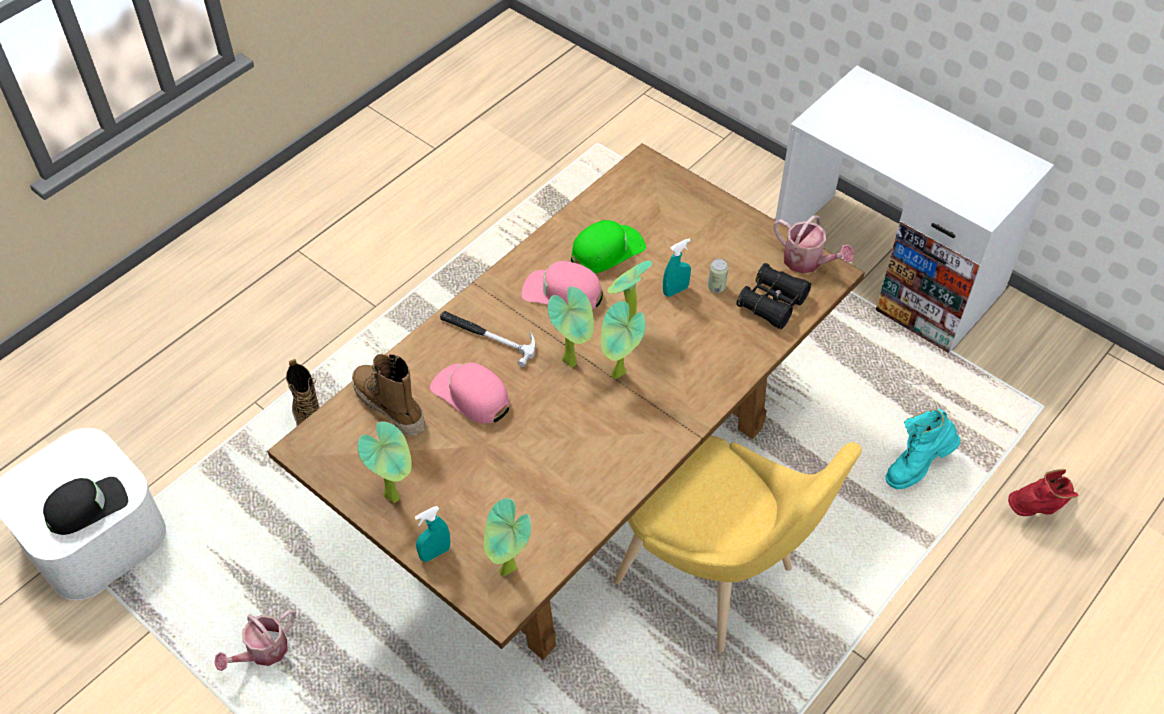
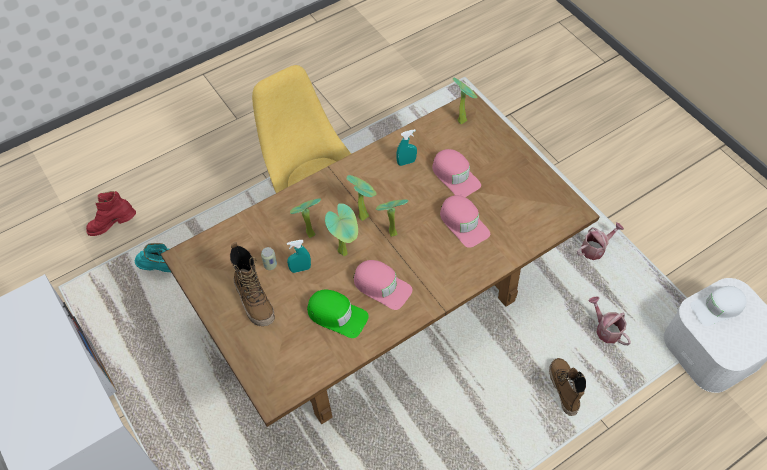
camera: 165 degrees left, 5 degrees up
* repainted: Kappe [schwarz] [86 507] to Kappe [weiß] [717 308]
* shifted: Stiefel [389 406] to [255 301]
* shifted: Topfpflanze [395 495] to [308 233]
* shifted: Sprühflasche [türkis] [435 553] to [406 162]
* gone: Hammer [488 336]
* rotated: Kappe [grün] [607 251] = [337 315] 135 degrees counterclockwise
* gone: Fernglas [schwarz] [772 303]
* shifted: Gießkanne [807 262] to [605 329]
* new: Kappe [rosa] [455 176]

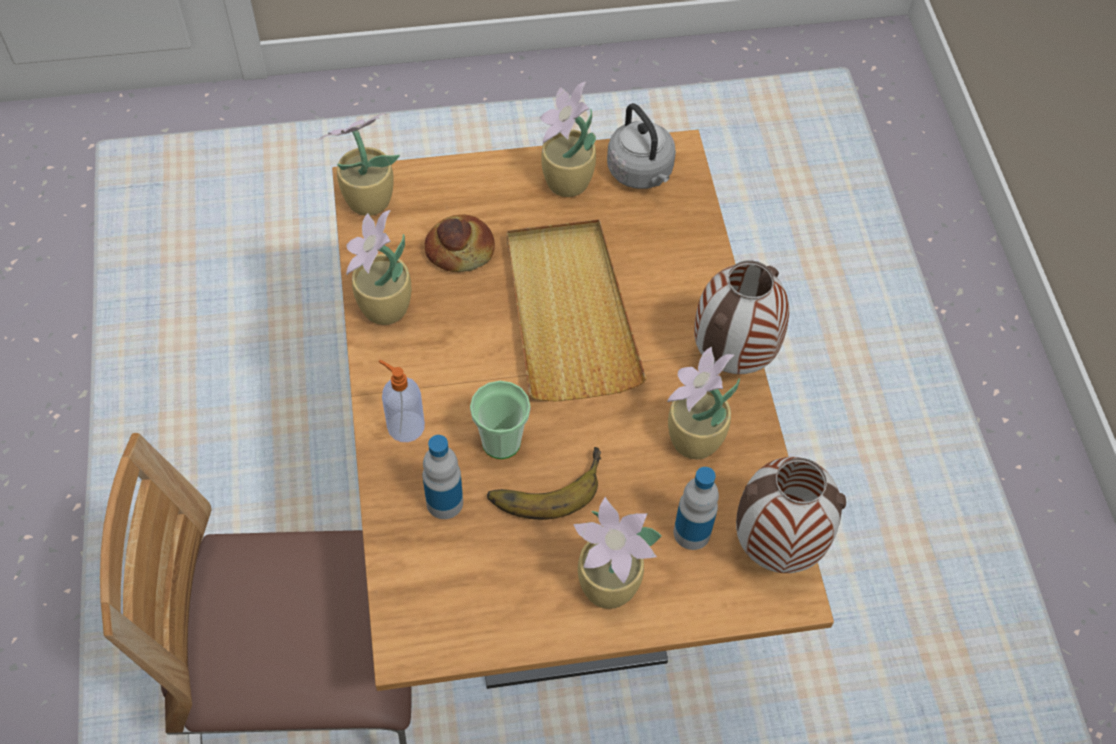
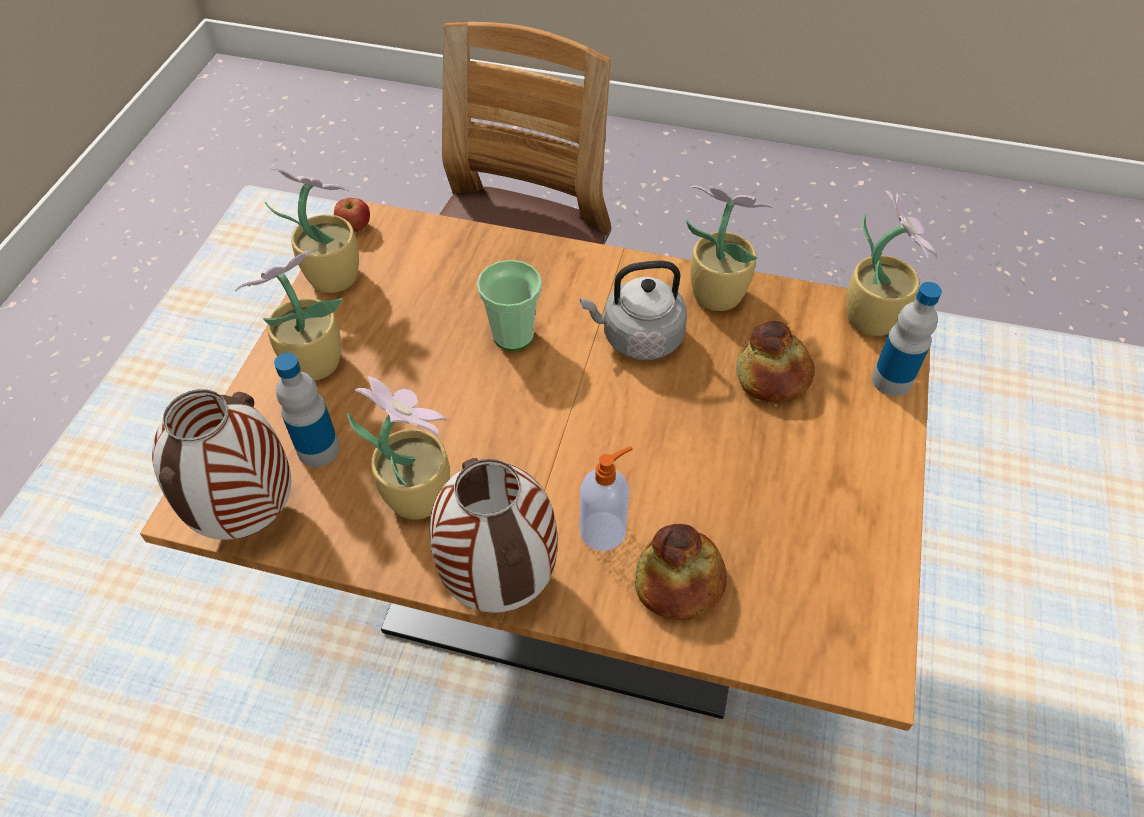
camera: 115 degrees right, 5 degrees down
* shifted: Seifenspender [404 426] to [604 530]
* shifted: Flasche [444 502] to [891 380]
* gone: Banane [544 483]
* gone: Tablett [beige] [569 312]
* shifted: Topfpflanze [566 184] to [332 276]
* shifted: Wasserkessel [grau] [641 173] to [637 338]
* new: Apfel [355 227]
* new: Brot [680 582]

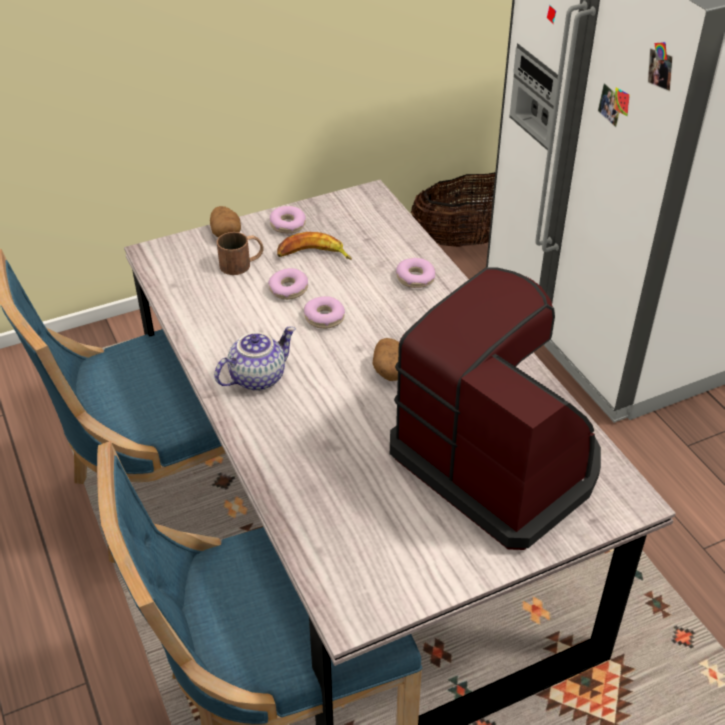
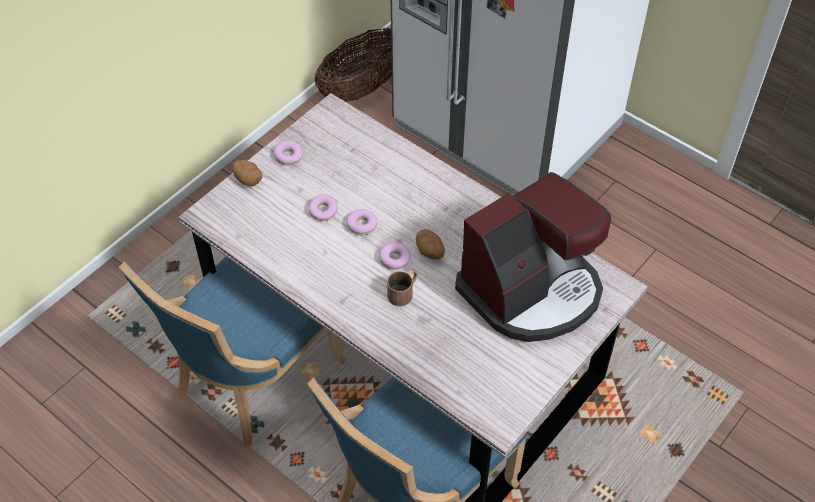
camera: 25 degrees left, 10 degrees up
* gone: Teekanne [257 377]
* shifted: Henkelbecher [braun] [242 263] to [404 291]
* gone: Banane [313 255]
* rotated: Kaffeemaschine [499 461] = [532 291] 120 degrees clockwise
* shifted: Donut [415 278] to [394 259]

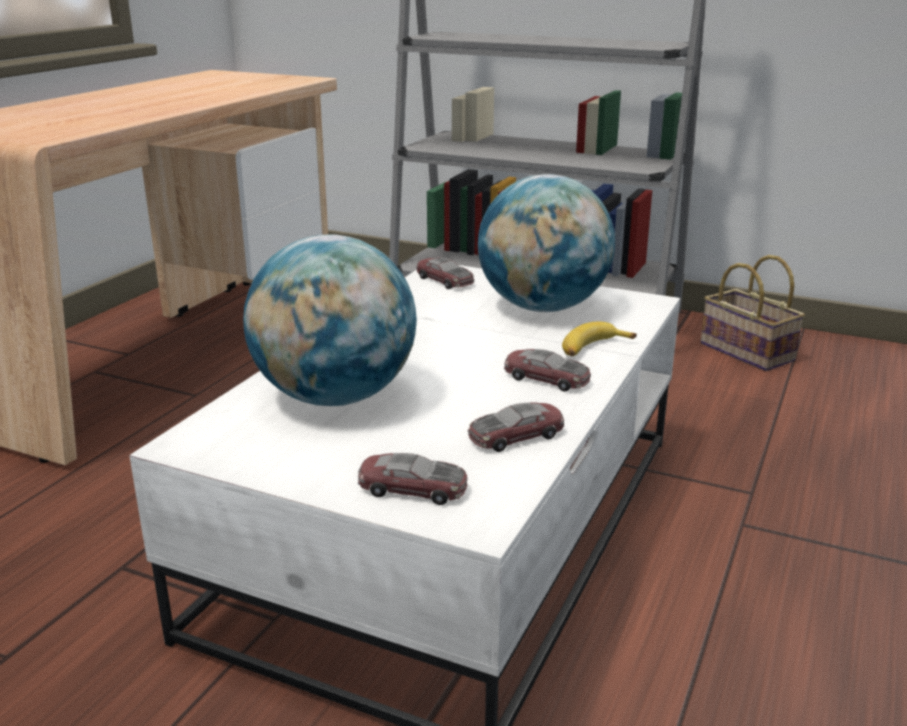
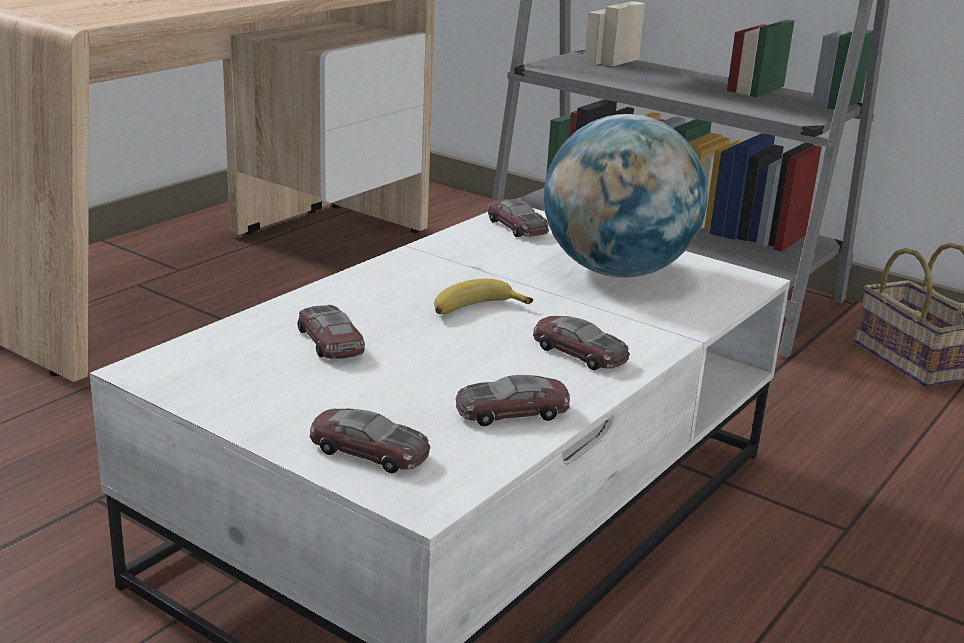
camera: 10 degrees right, 0 degrees up
* swapped: Globus [334 397] to Spielzeugauto [331 341]
* shifted: Banane [592 349] to [475 310]

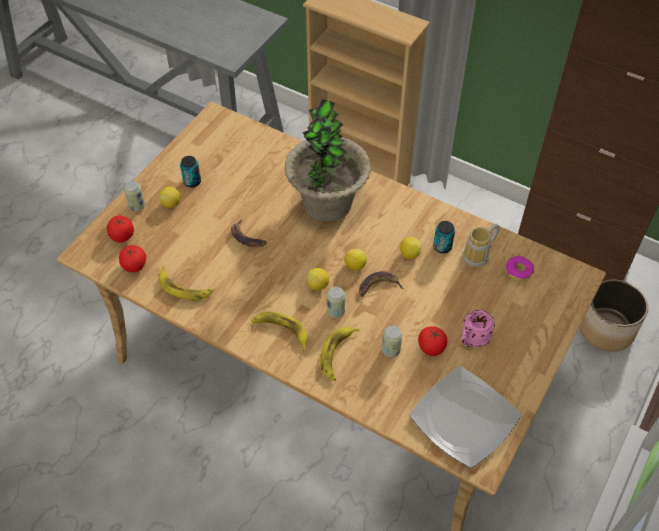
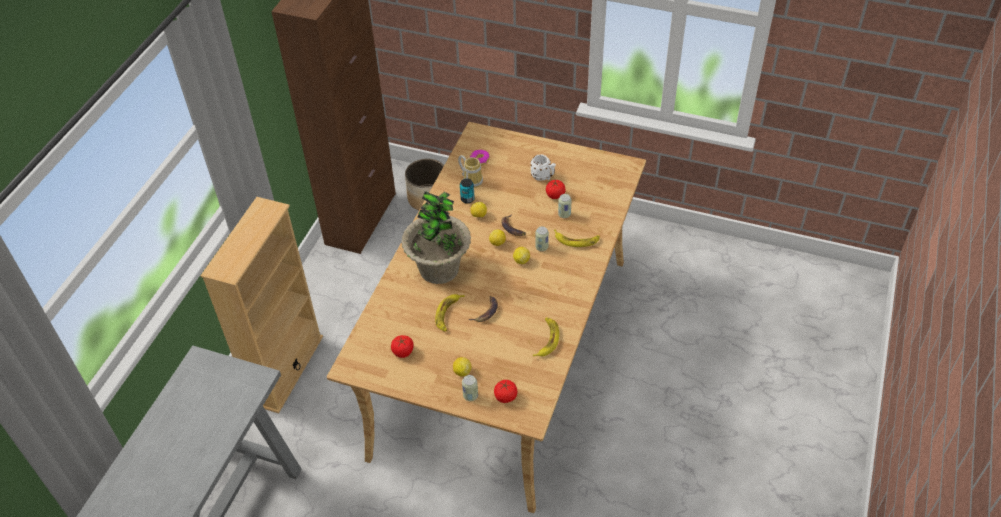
camera: 100 degrees left, 5 degrees down
* shifted: Tomate [134 265] to [403 352]
* gone: Dose [192 182]
* shifted: Banane [281 331] to [448 314]
* gone: Teller [465 418]
* repainted: Henkelbecher [rosa] [472 340] to Henkelbecher [weiß] [543 177]

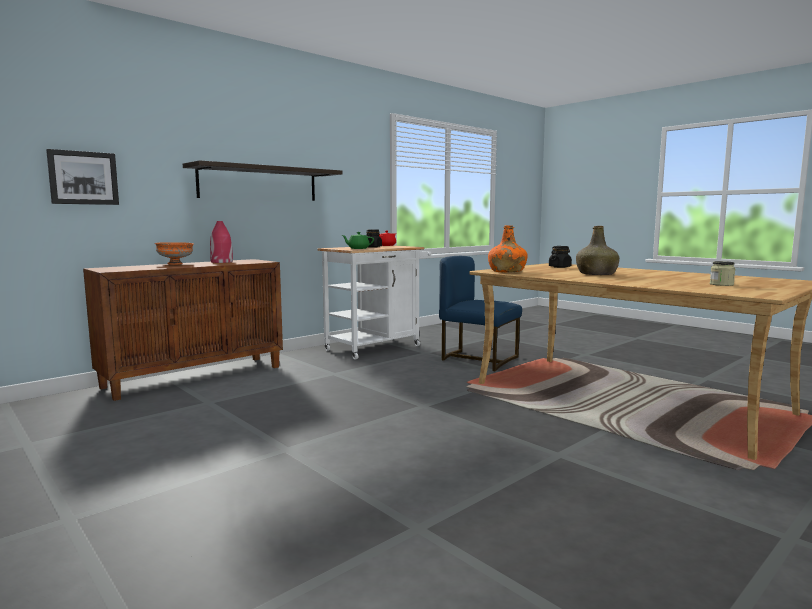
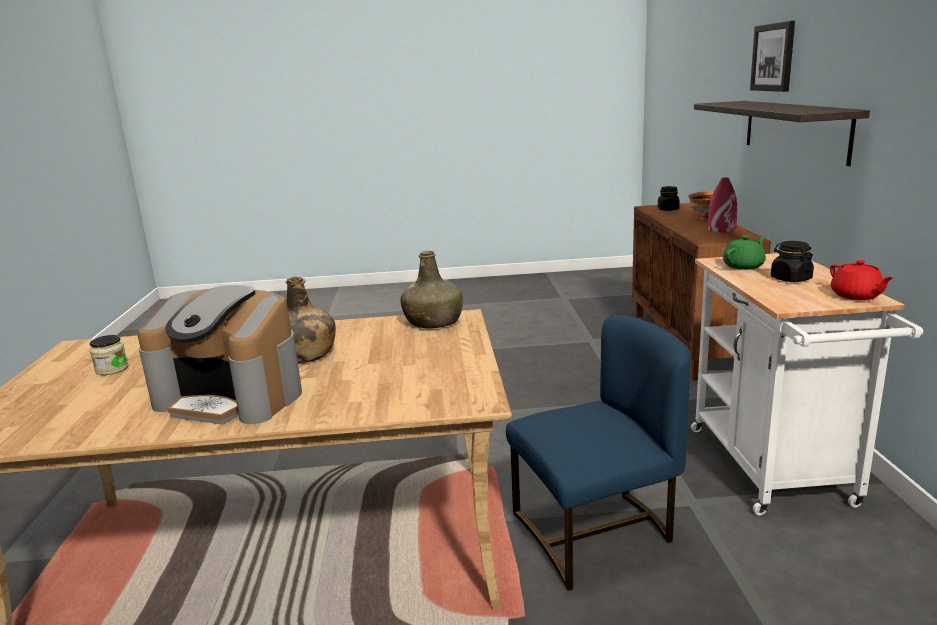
camera: 130 degrees right, 10 degrees up
* shifted: Bild [83 178] to [773 57]
* repainted: Flasche [orange] [506 271] to Flasche [grün] [433 322]
* shifted: Vorratsglas [schwarz] [559 267] to [668 209]
* new: Kaffeemaschine [232 397]

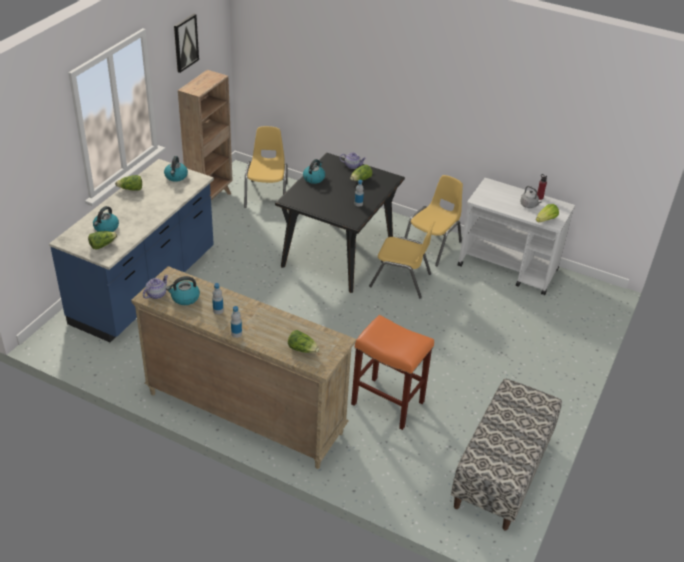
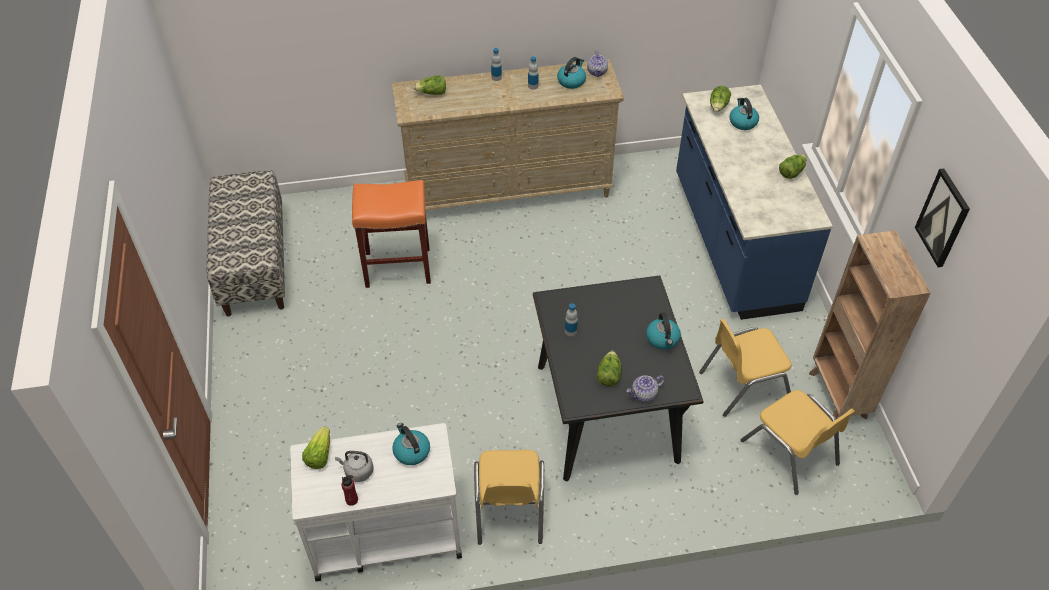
camera: 145 degrees right, 10 degrees up
* shifted: Wasserkessel [176 176] to [411 451]
* shifted: Stuhl [gelb] [400 280] to [743 384]

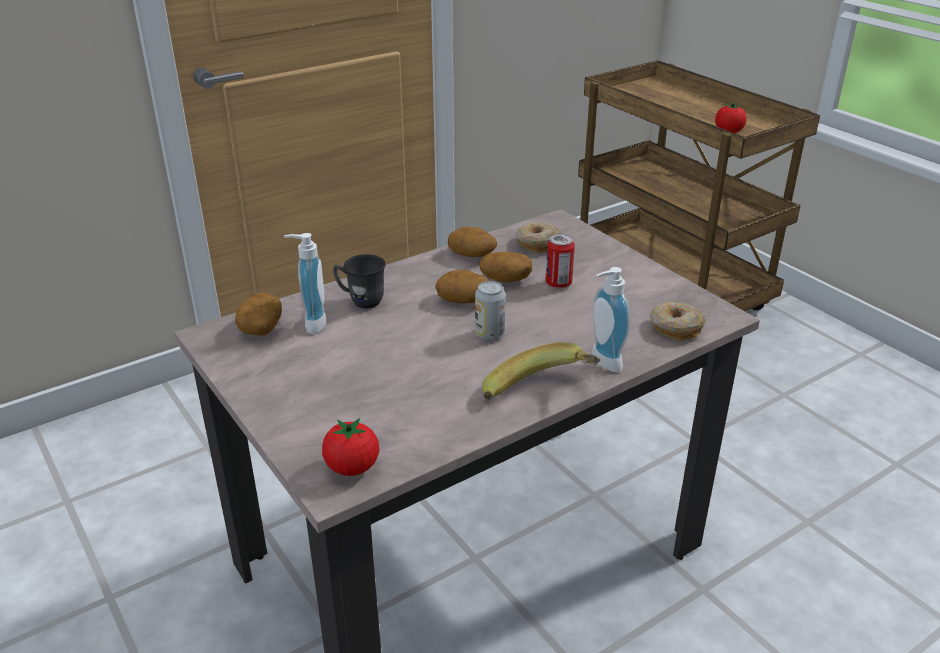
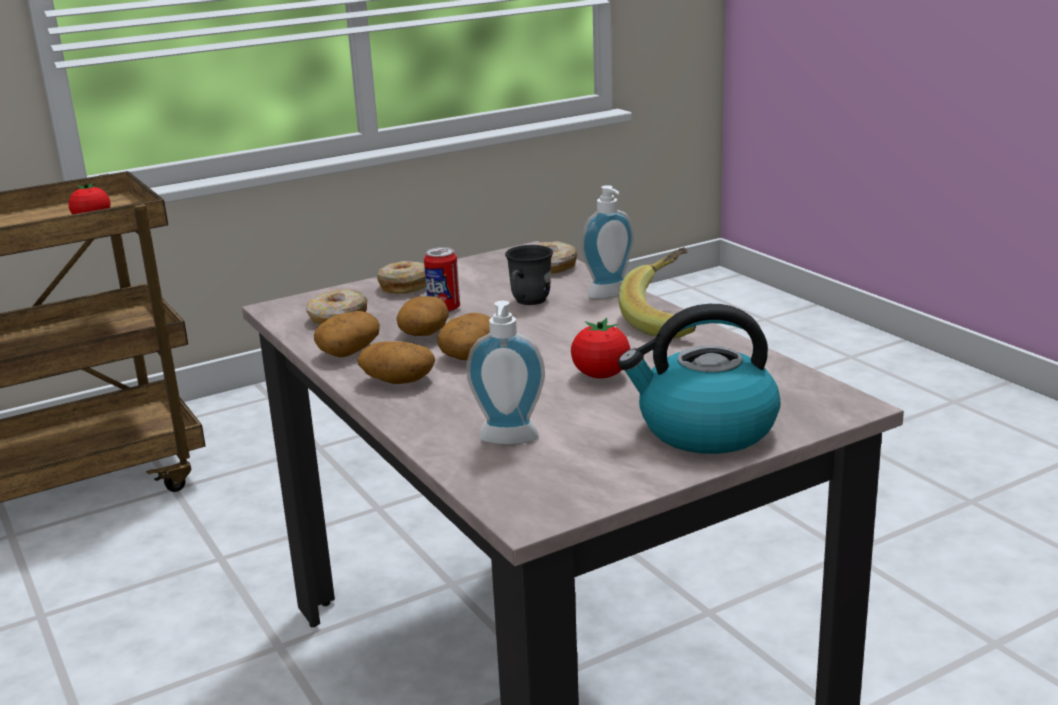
camera: 85 degrees left, 10 degrees down
* shifted: Kartoffel [260 327] to [397 380]
* shifted: Tomate [352 467] to [601 375]
* shifted: Henkelbecher [grau] [360 300] to [527 302]
* gone: Dose [489 334]
* new: Donut [404 286]
* new: Wasserkessel [705 429]

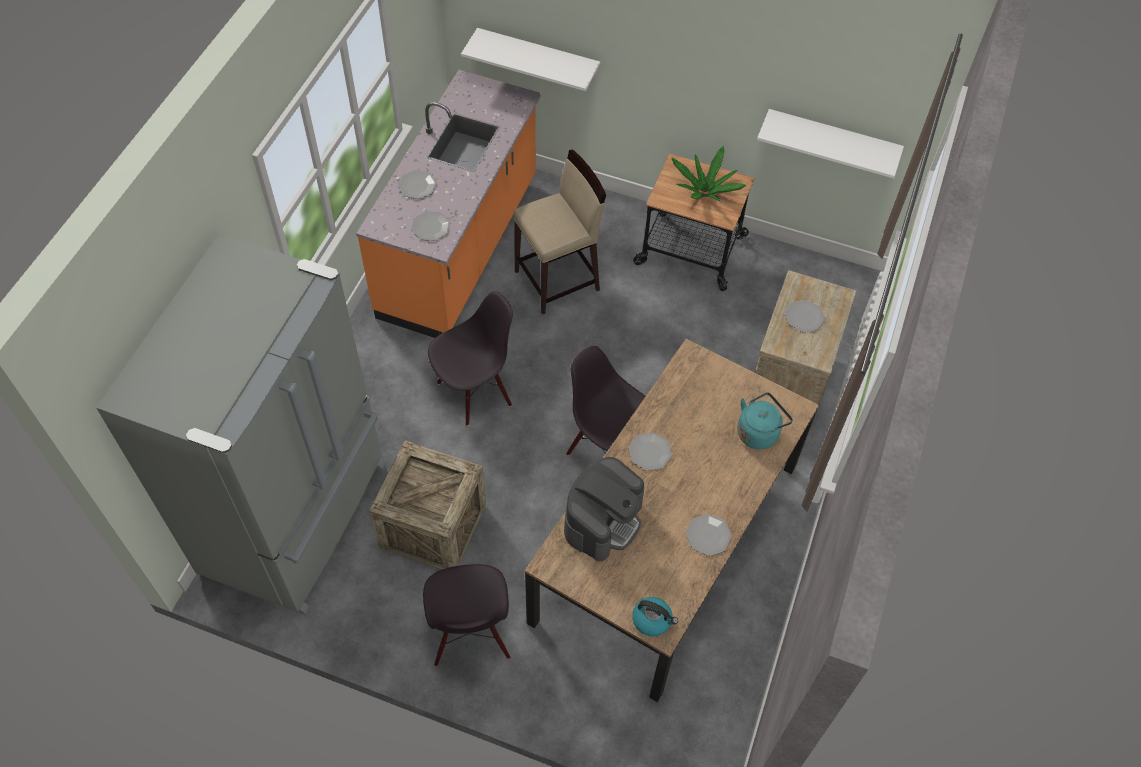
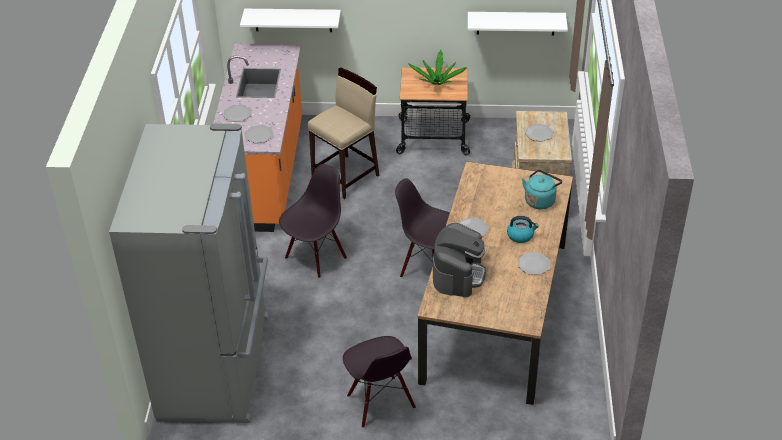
camera: 15 degrees left, 15 degrees down
* gone: Kiste [433 525]
* shifted: Wasserkessel [652 620] to [520 235]

